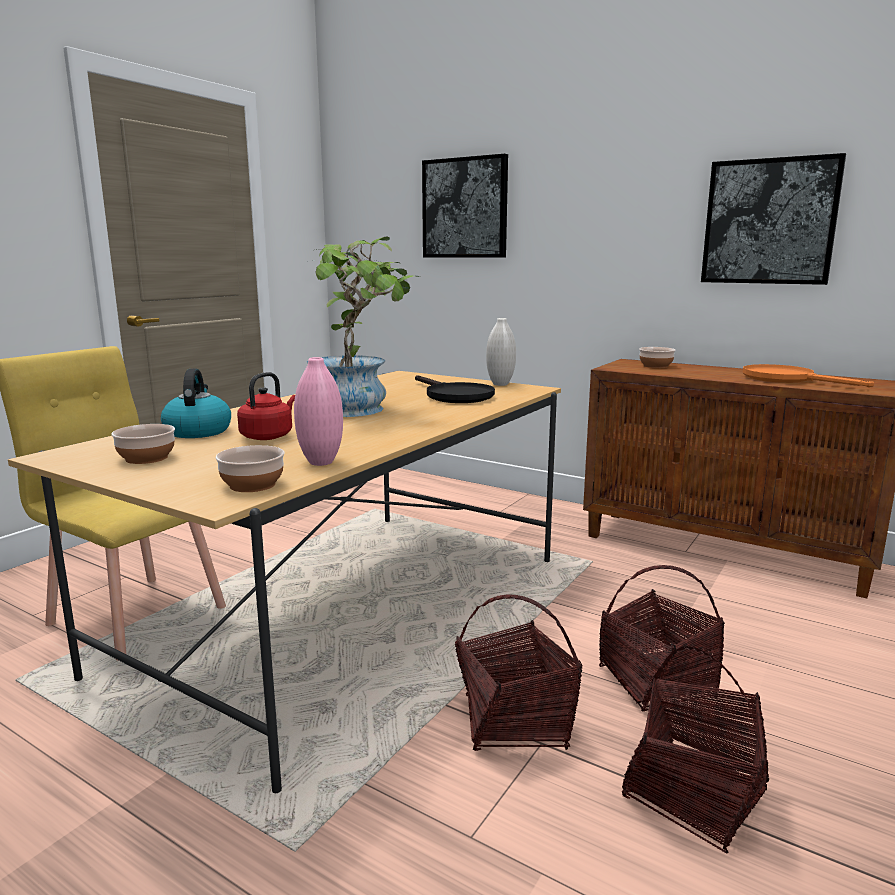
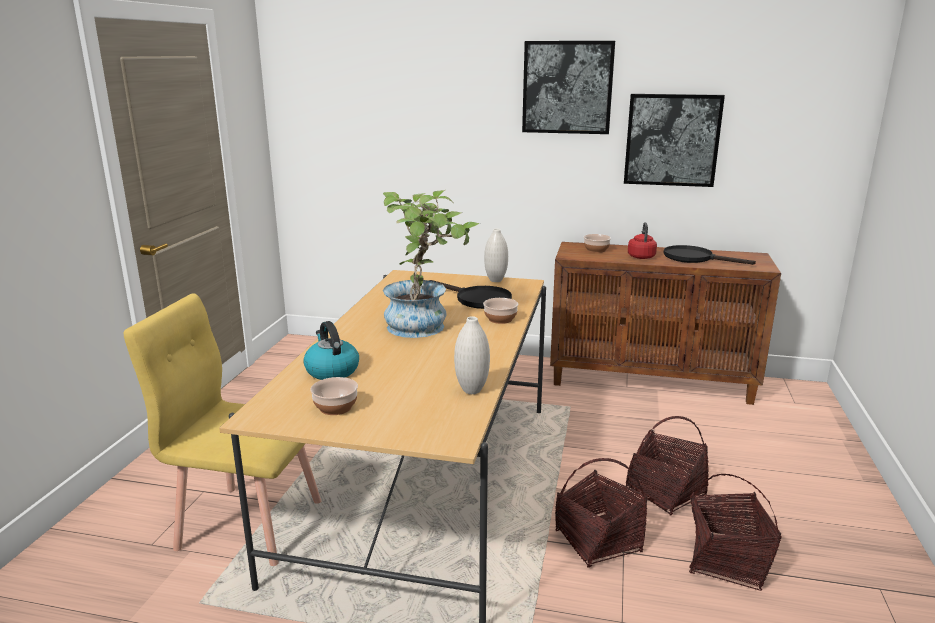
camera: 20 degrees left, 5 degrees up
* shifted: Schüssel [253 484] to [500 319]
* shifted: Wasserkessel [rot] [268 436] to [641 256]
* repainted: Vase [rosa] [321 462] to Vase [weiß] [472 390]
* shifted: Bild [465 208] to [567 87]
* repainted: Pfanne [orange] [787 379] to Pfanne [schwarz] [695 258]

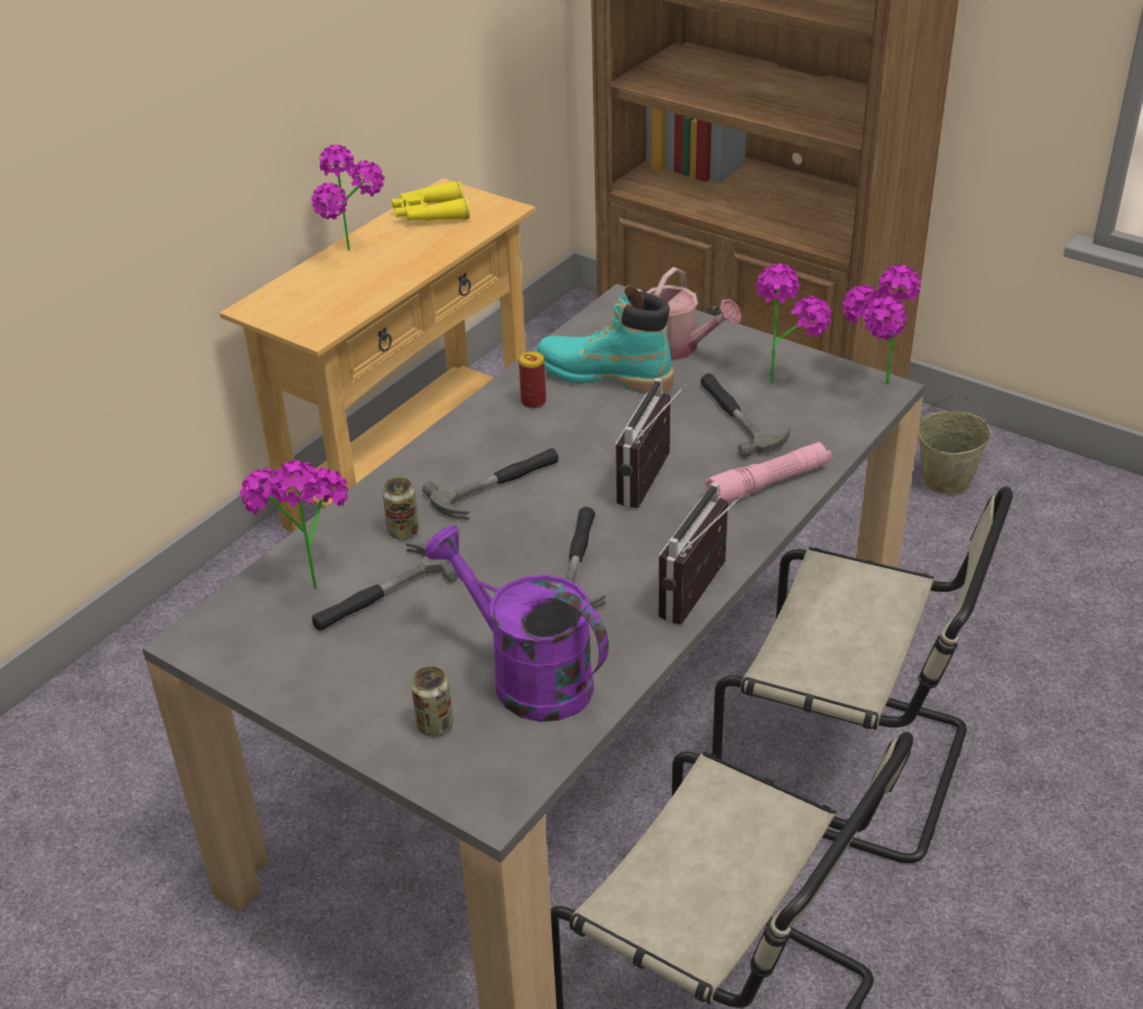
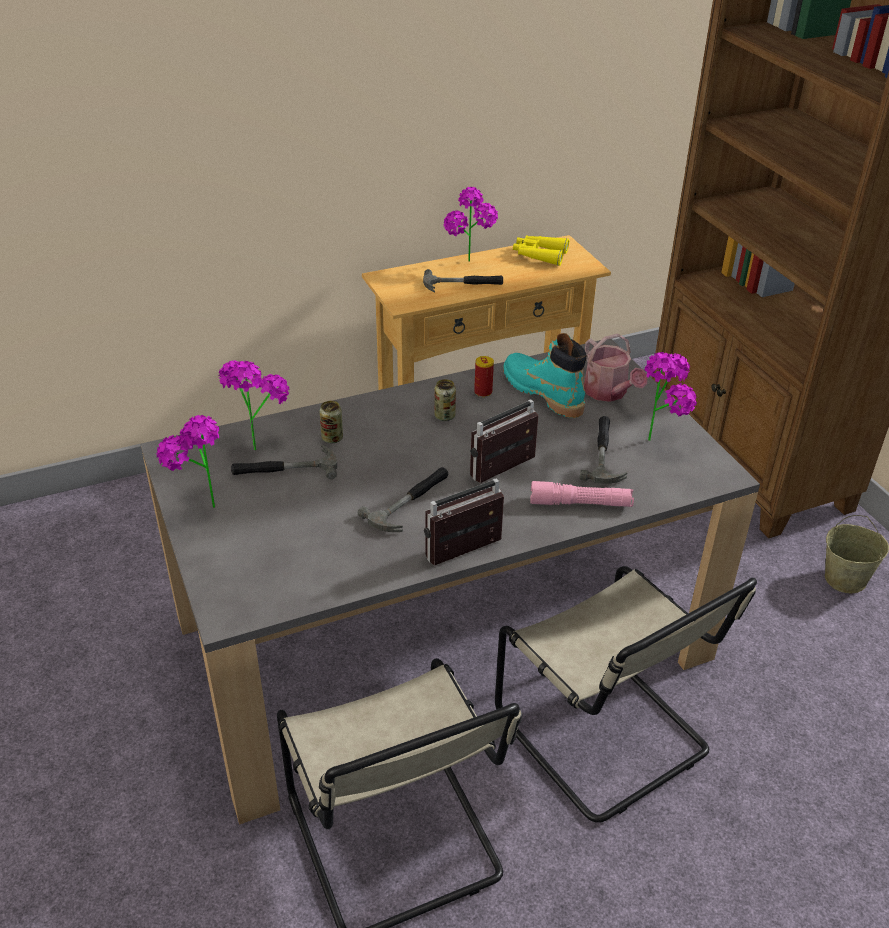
camera: 30 degrees right, 0 degrees up
* shifted: Dose [435 725] to [444 416]
* shifted: Hammer [498 487] to [463 285]
* gone: Gießkanne [lila] [527 676]
* shifted: Topfpflanze [872 387] to [200 505]

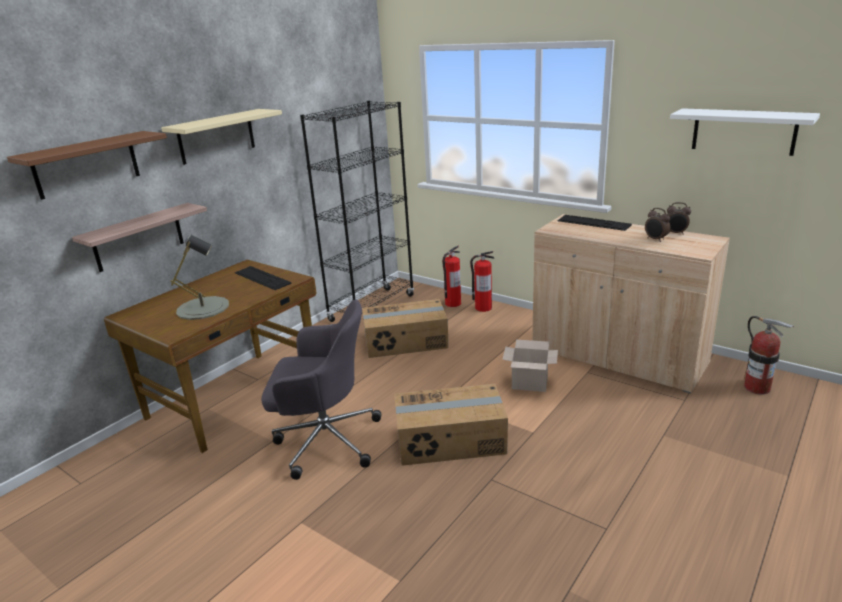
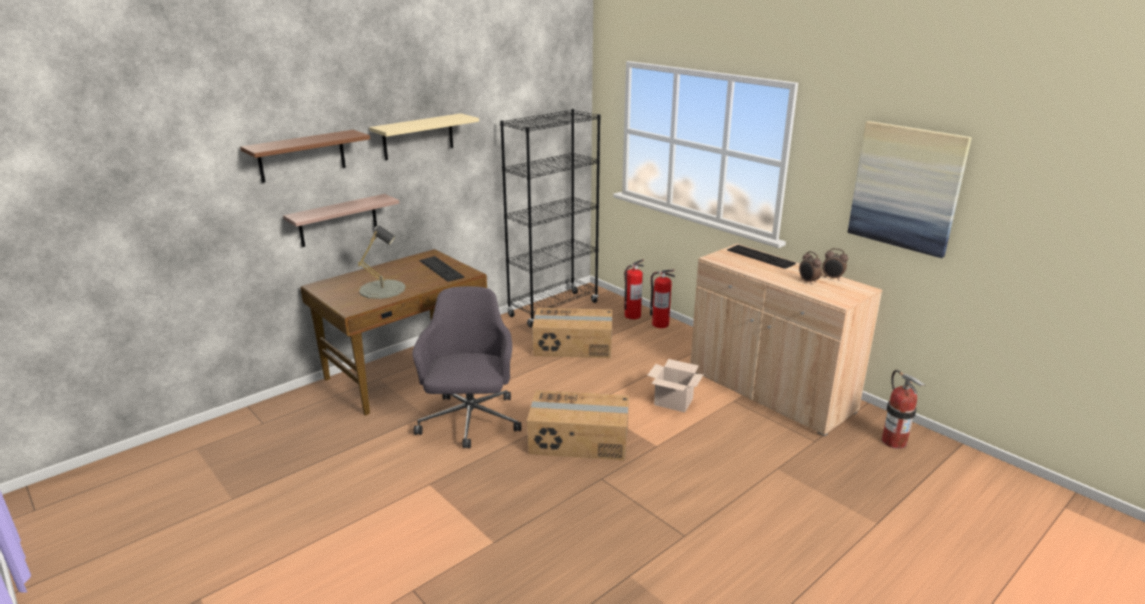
camera: 10 degrees right, 0 degrees up
* rotated: Bürostuhl [grau] [325 440] = [470 422] 105 degrees counterclockwise
* swapped: Wandregal [weiß] [743 131] to Bild [906 187]

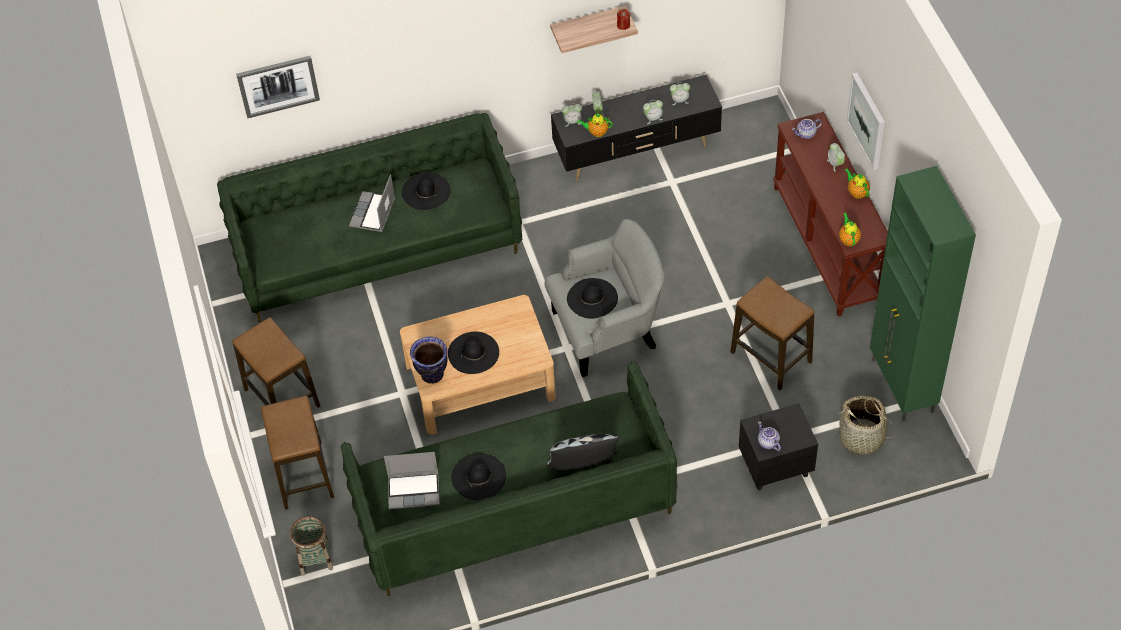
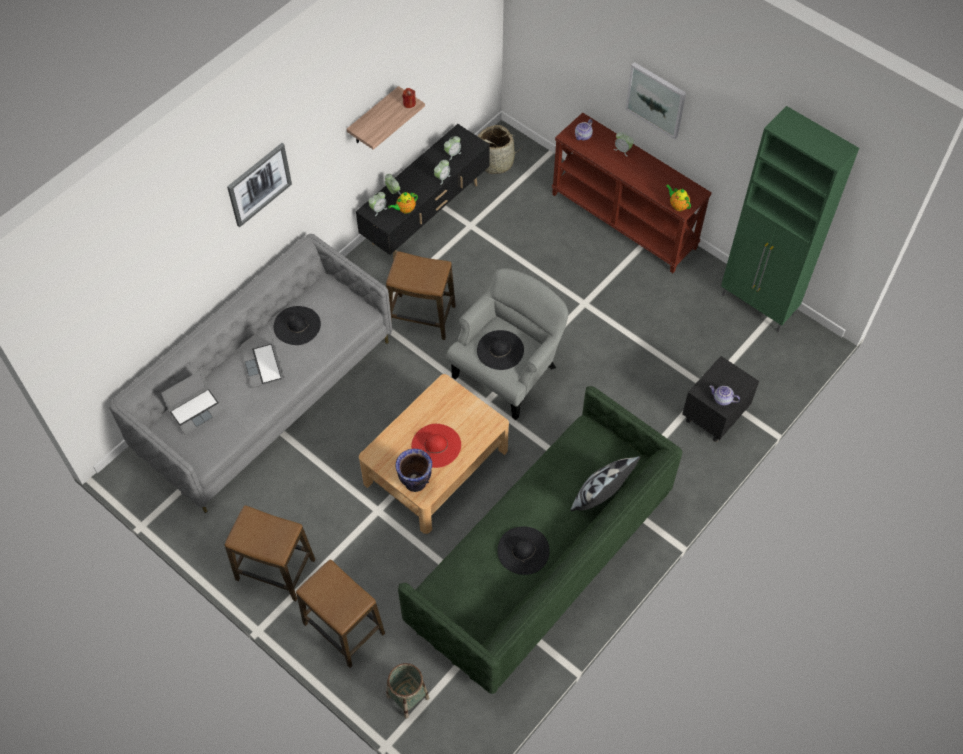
camera: 35 degrees left, 5 degrees up
* repainted: Sofa [grün] [378 247] to Sofa [grau] [266 395]
* shifted: Bild [278 86] to [259 184]
* shifted: Laptop [414 490] to [197 410]
* repainted: Hut [schwarz] [473 353] to Hut [rot] [436 445]
* shifted: Hocker [770 357] to [421 317]
* shifted: Korb [862 438] to [496 162]
* gone: Teekanne [856 192]

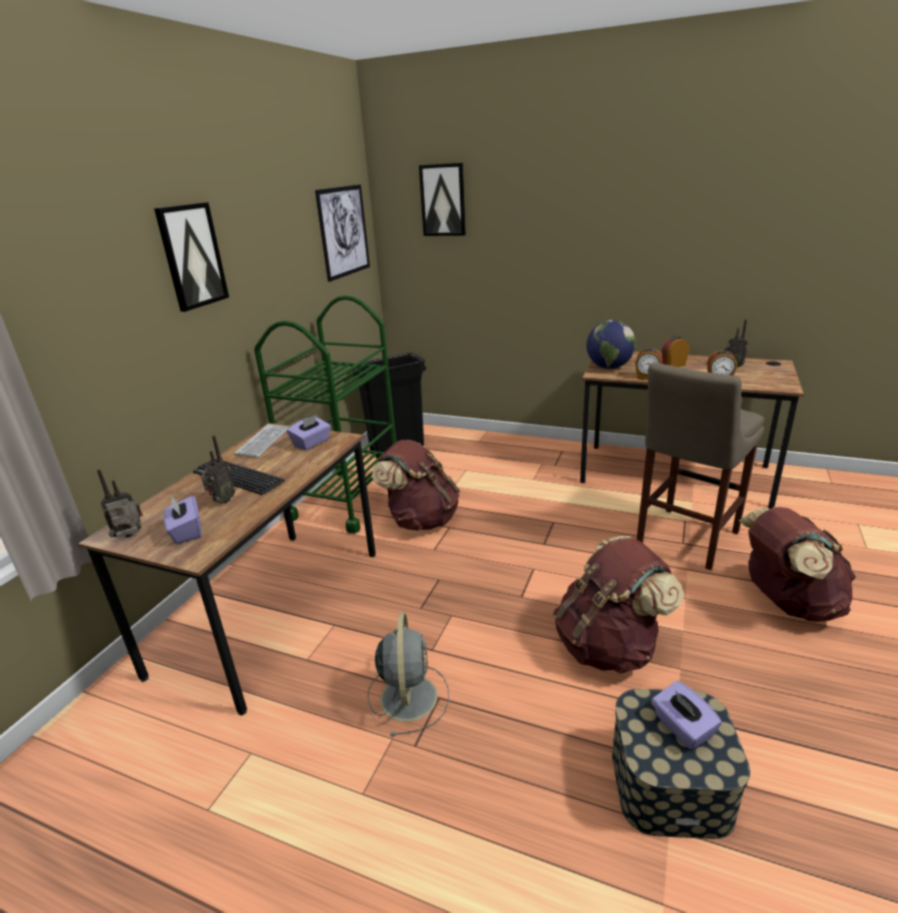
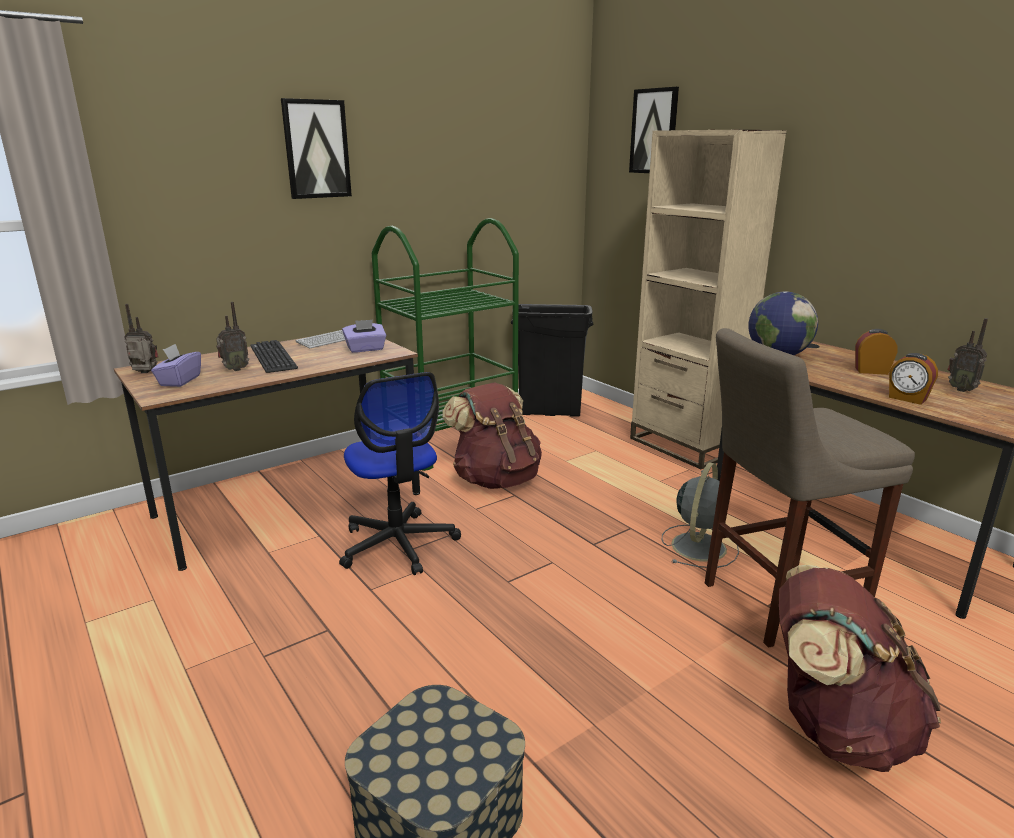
camera: 30 degrees right, 5 degrees down
* gone: Bild [344 231]
* shifted: Ventilator [grau] [408 695] to [699 545]
* gone: Rucksack [braun] [609 646]
* gone: Wecker [647 377]
* gone: Taschentuchbox [lila] [682 727]
* new: Bürostuhl [398 544]
* new: Bücherregal [beige] [684 445]

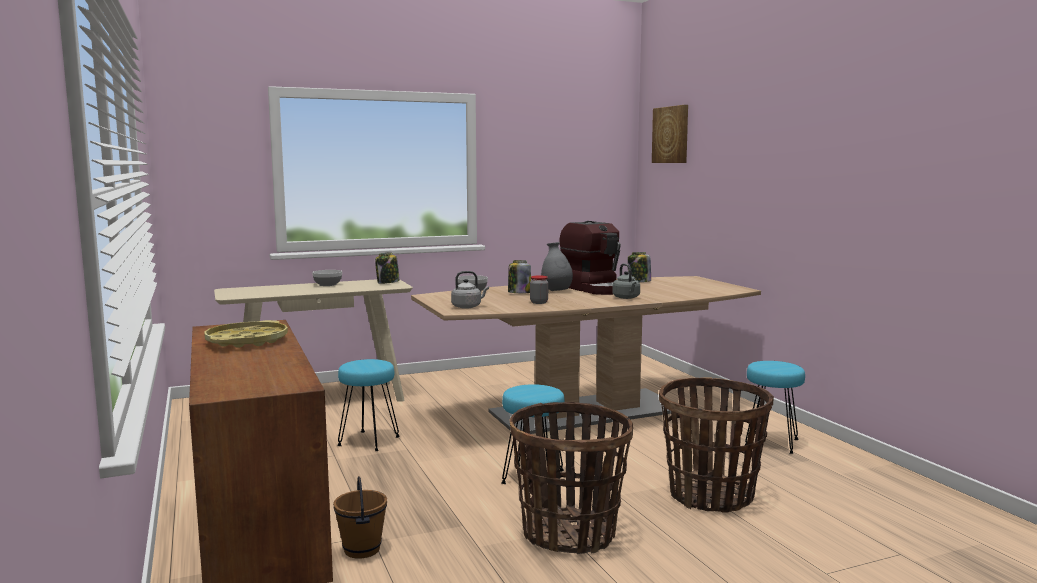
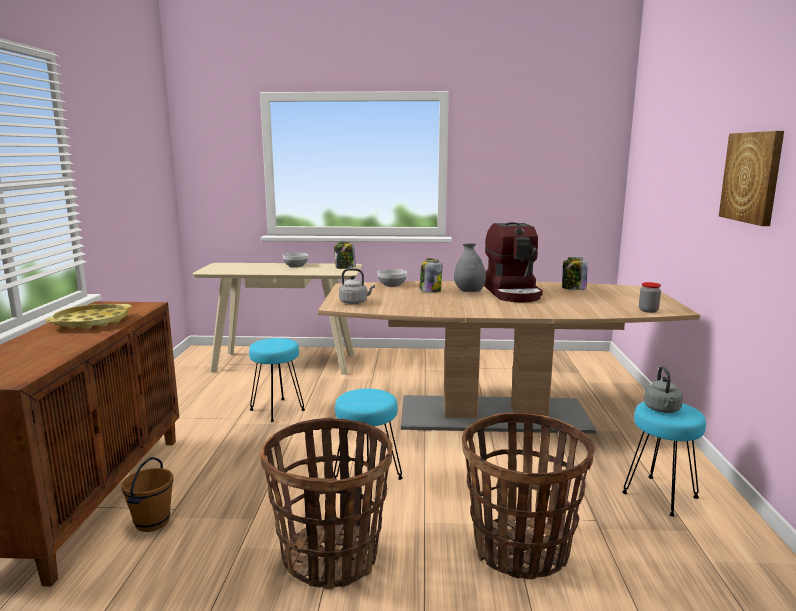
camera: 25 degrees right, 5 degrees up
* shifted: Vorratsglas [539 302] to [648 310]
* shifted: Wasserkessel [grau] [626 298] to [662 410]
* shifted: Bild [671 135] to [752 177]

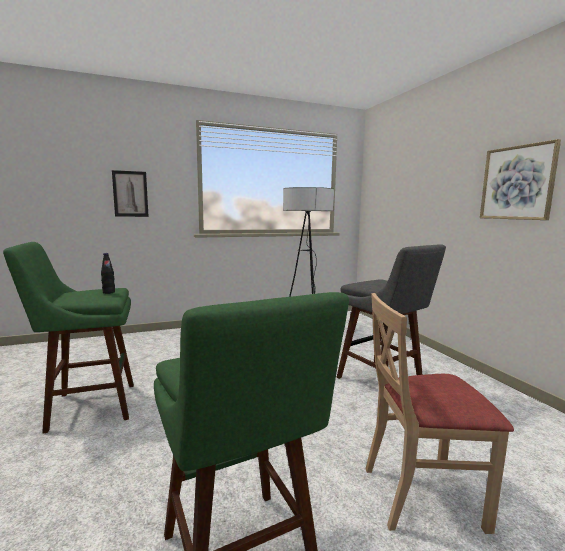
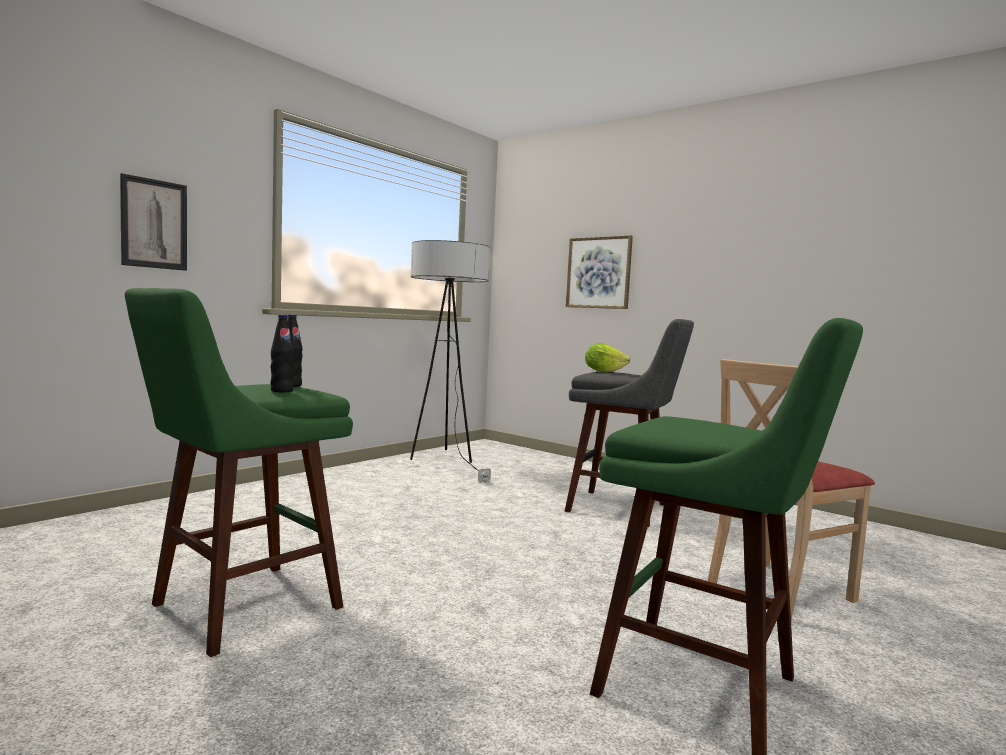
camera: 30 degrees left, 5 degrees down
* shifted: Bild [517 183] to [598 272]
* new: Flasche [schwarz] [282 391]
* new: Salatkopf [603 371]

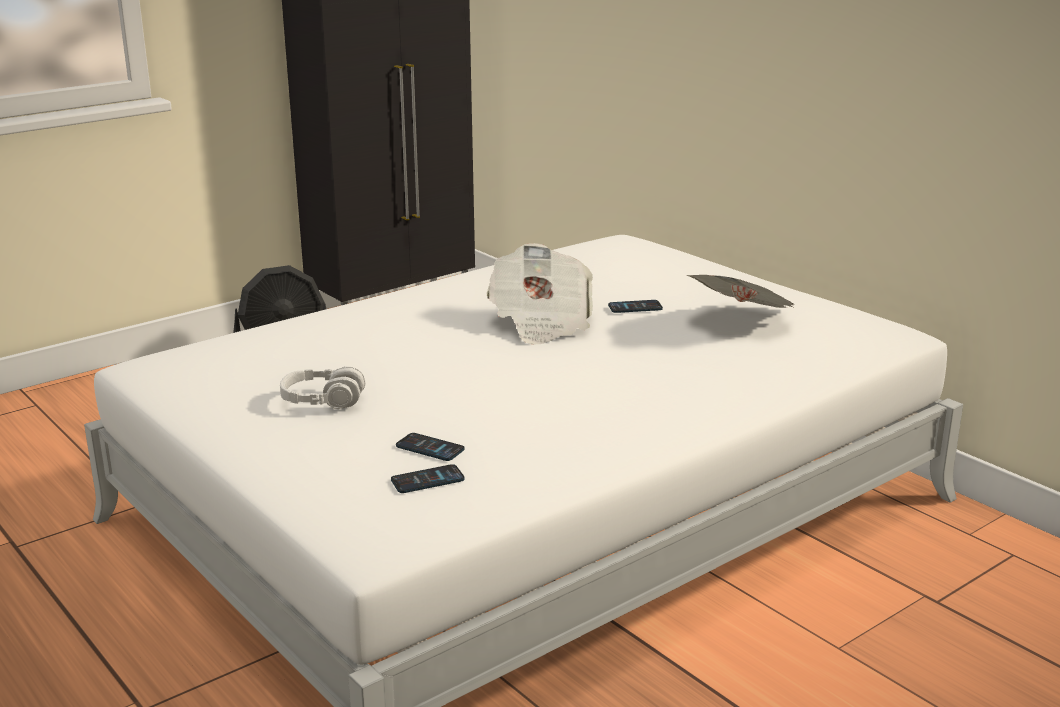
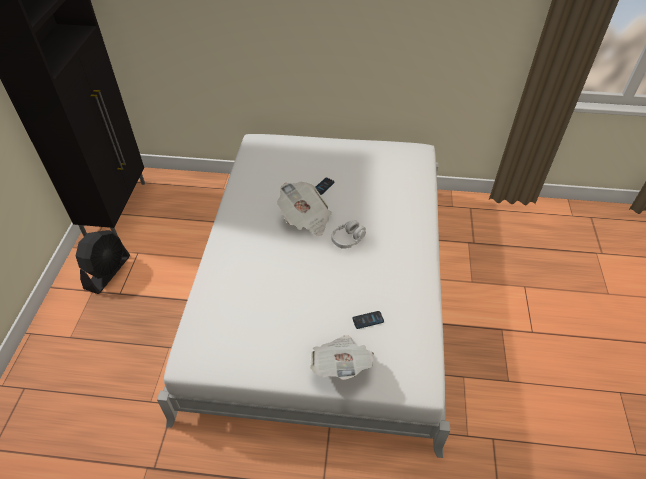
camera: 45 degrees left, 25 degrees up
* shifted: Kopfhörer [grau] [323 401] to [348 239]
* gone: Handy [427 480]
* shifted: Zeitung [743 320] to [341 365]

